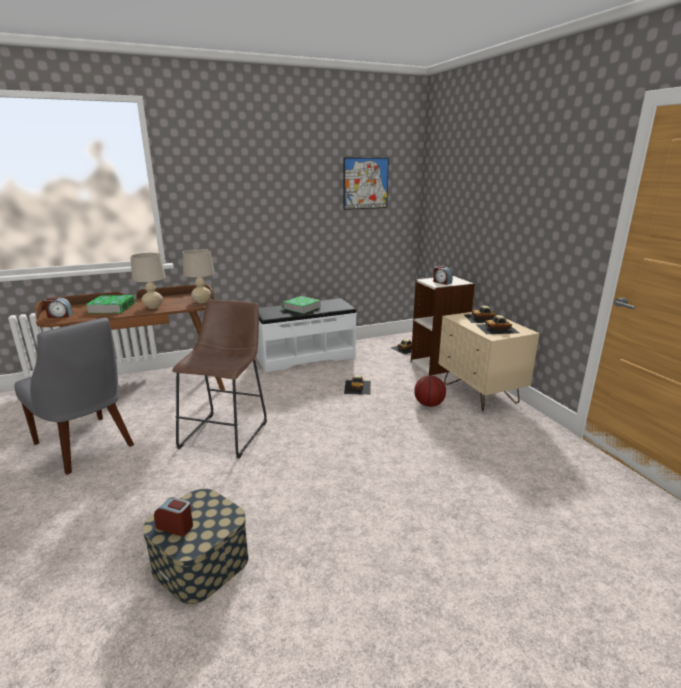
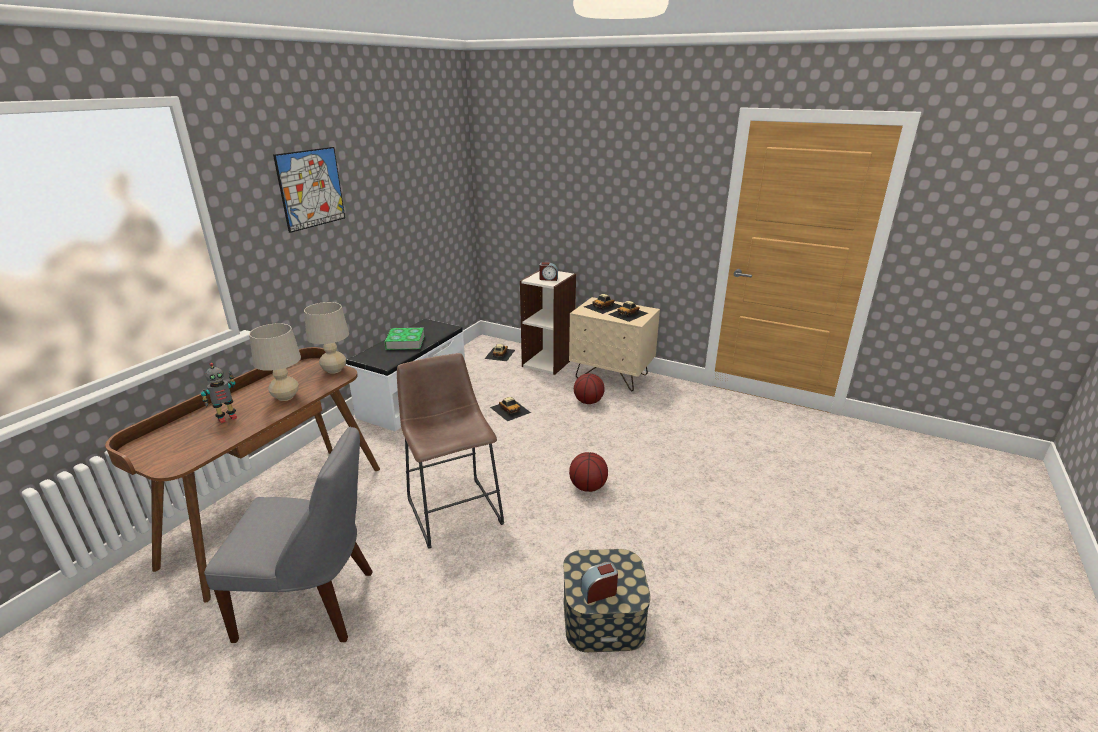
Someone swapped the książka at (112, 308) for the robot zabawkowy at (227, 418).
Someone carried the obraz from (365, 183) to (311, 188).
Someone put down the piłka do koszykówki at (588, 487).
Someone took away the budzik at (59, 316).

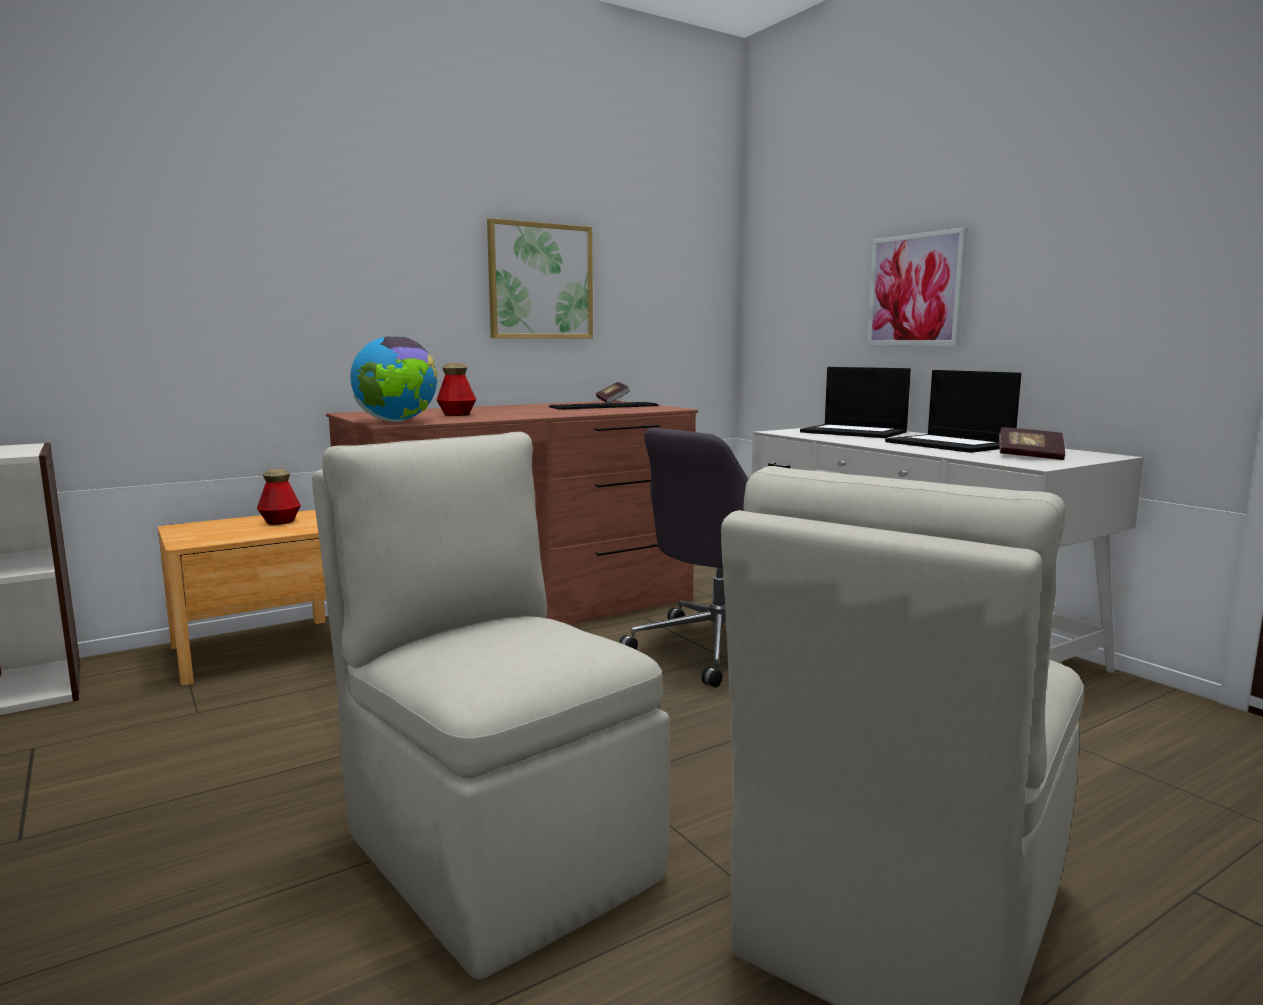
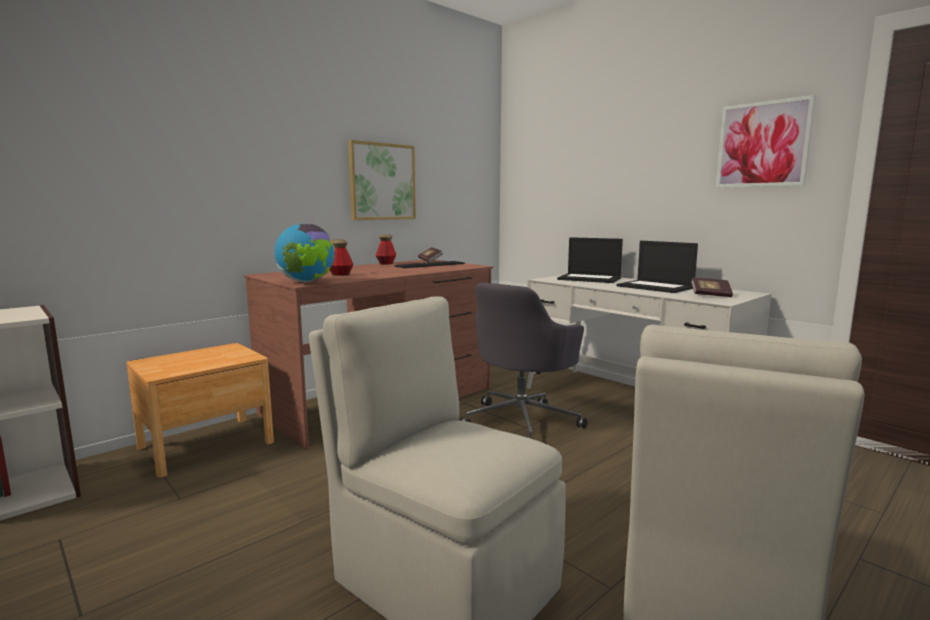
Someone carried the butelka from (280, 522) to (386, 263).
Someone carried the obraz from (915, 290) to (763, 145).

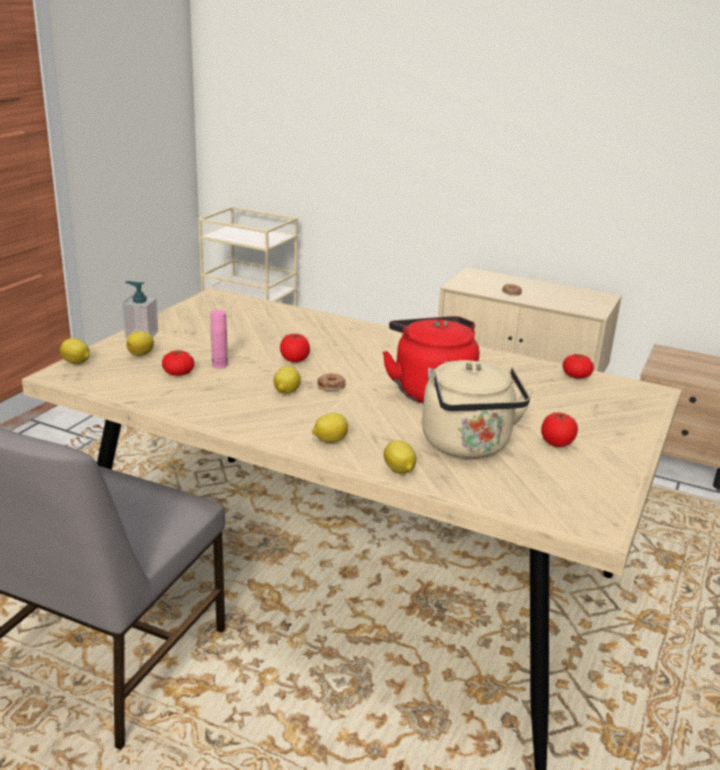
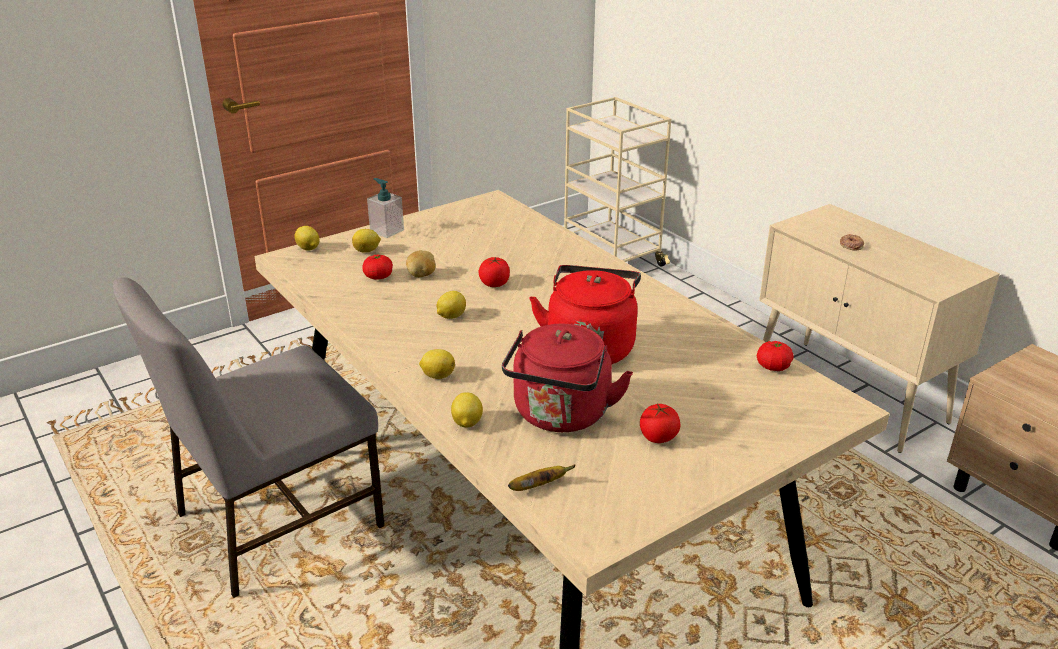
Someone swapped the butelka/różowy at (219, 365) for the ziemniak at (422, 275).
Someone repainted the czajnik/beżowy at (468, 446), which became the czajnik/czerwony at (561, 416).
Someone put down the banan at (538, 486).
Someone took away the donut at (331, 385).

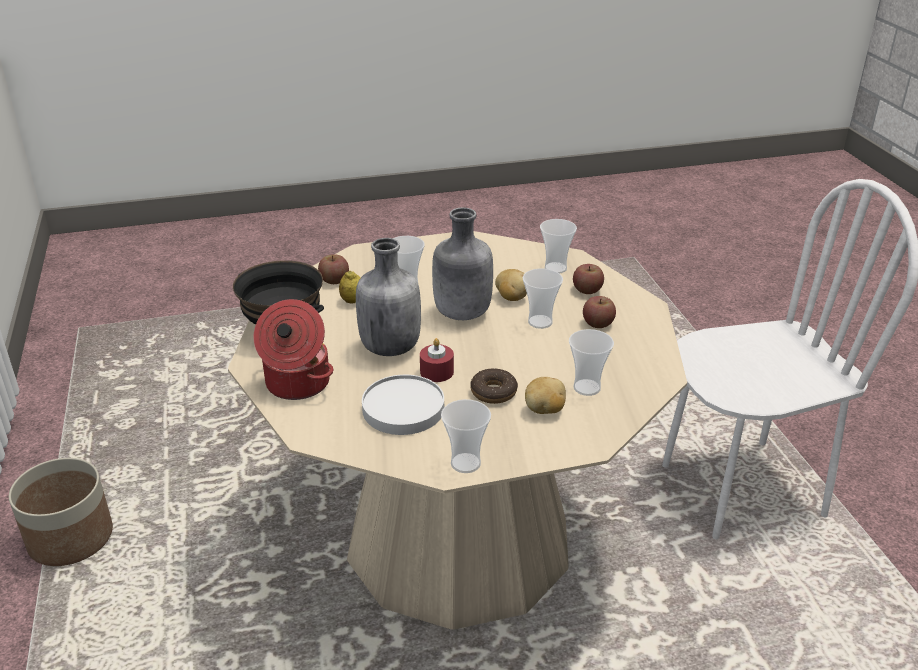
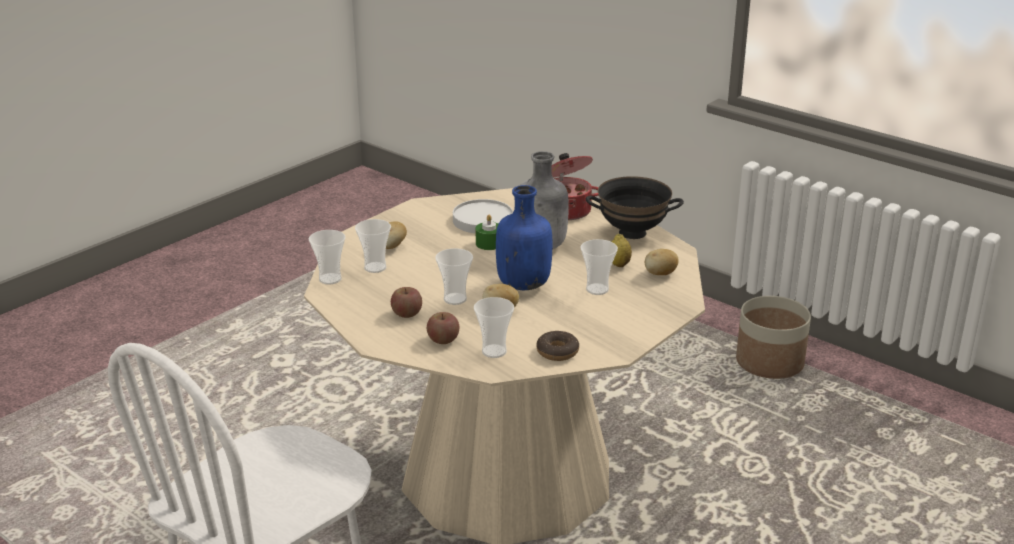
Someone carried the filiżanka from (465, 463) to (330, 279).
Someone repainted the świeca/czerwony at (436, 372), which became the świeca/zielony at (489, 244).
Someone repainted the butelka/szary at (461, 314), which became the butelka/niebieski at (523, 284).
Someone carried the donut from (493, 392) to (557, 352).
Someone swapped the jabłko at (334, 280) for the ziemniak at (660, 274).

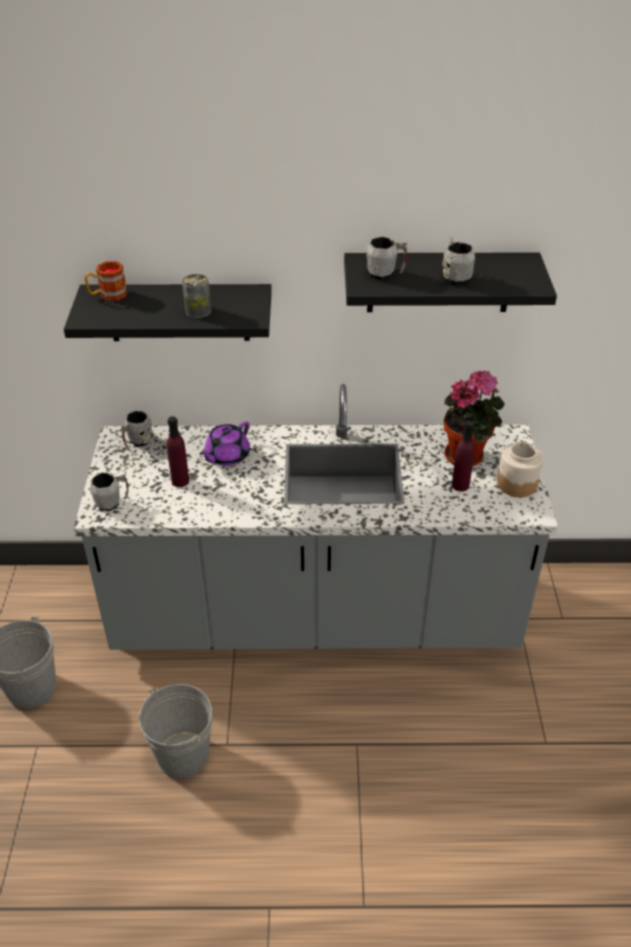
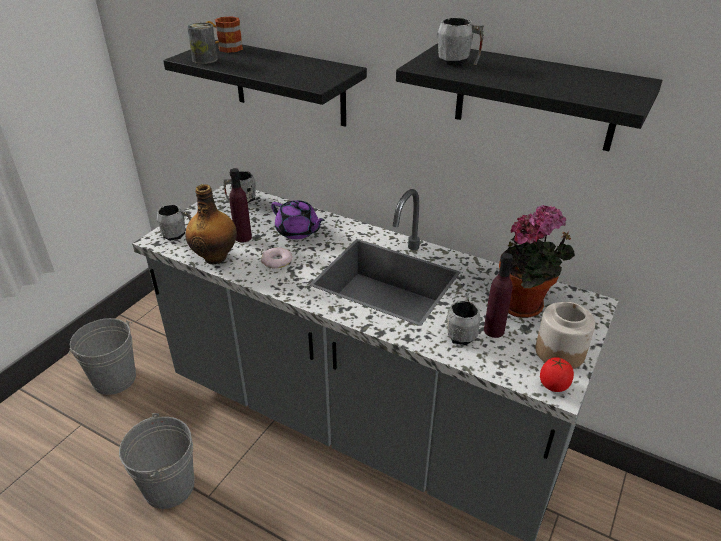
Someone put down the butelka at (216, 257).
Someone carried the puszka from (198, 311) to (205, 59).
Someone put down the donut at (277, 261).
Someone rotated the imbryk/fioletowy at (226, 456) by 120 degrees counterclockwise.
Someone carried the kubek/szary from (455, 276) to (462, 333).
Someone put down the pomidor at (553, 386).

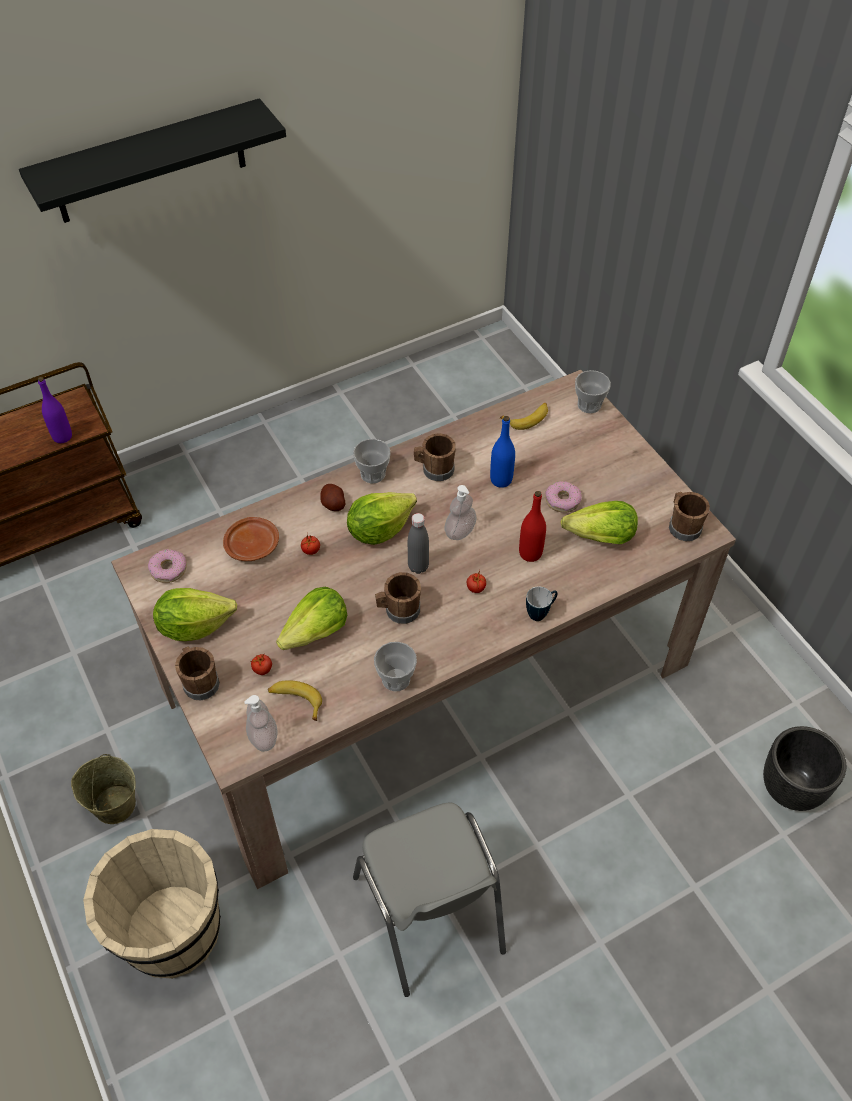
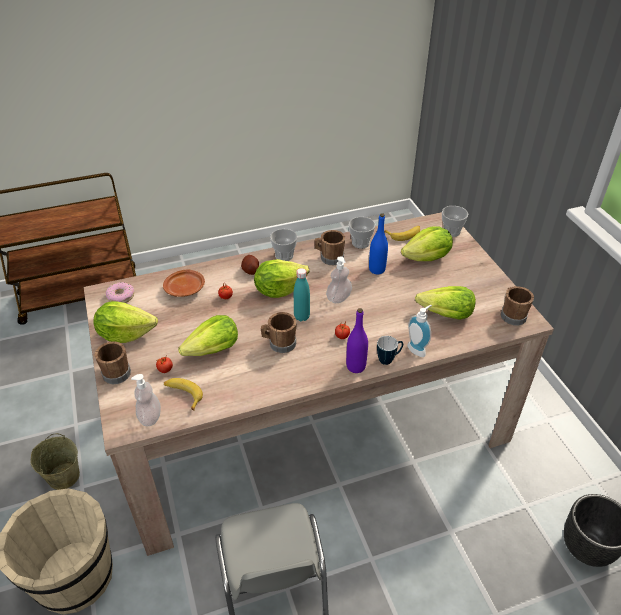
Someone repainted the butelka/szary at (418, 566), which became the butelka/turkusowy at (302, 317).
Someone carried the butelka/fioletowy from (62, 436) to (356, 366).
Someone carried the filiżanka from (396, 679) to (360, 243).
Someone put down the sałata at (427, 258).
Someone put down the dozownik mydła at (418, 349).
Someone took away the półka/czarny at (149, 163).
Someone took away the butelka/czerwony at (530, 553).
Someone took away the donut at (562, 500).

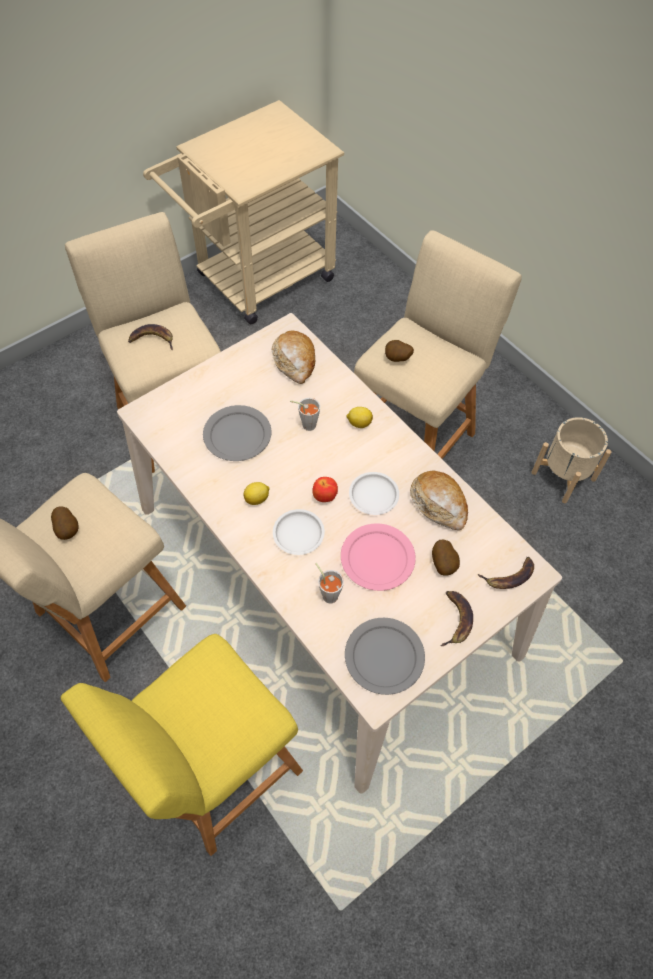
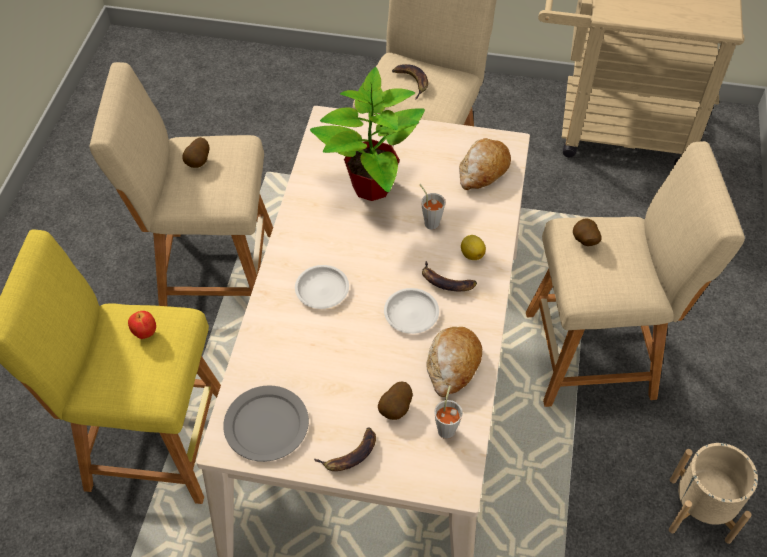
Someone carried the jabłko from (324, 497) to (144, 333).
Someone swapped the talerz/szary at (237, 435) for the roślina doniczkowa at (371, 187).
Someone carried the banan from (509, 577) to (446, 282).
Someone carried the filiżanka/szary from (328, 593) to (447, 427).
Someone took away the cytryna at (257, 499).
Someone took away the talerz/różowy at (378, 559).

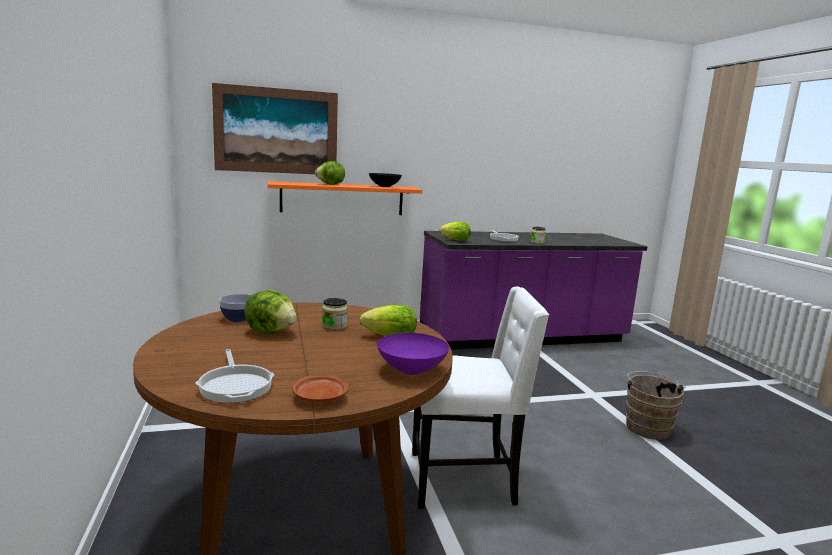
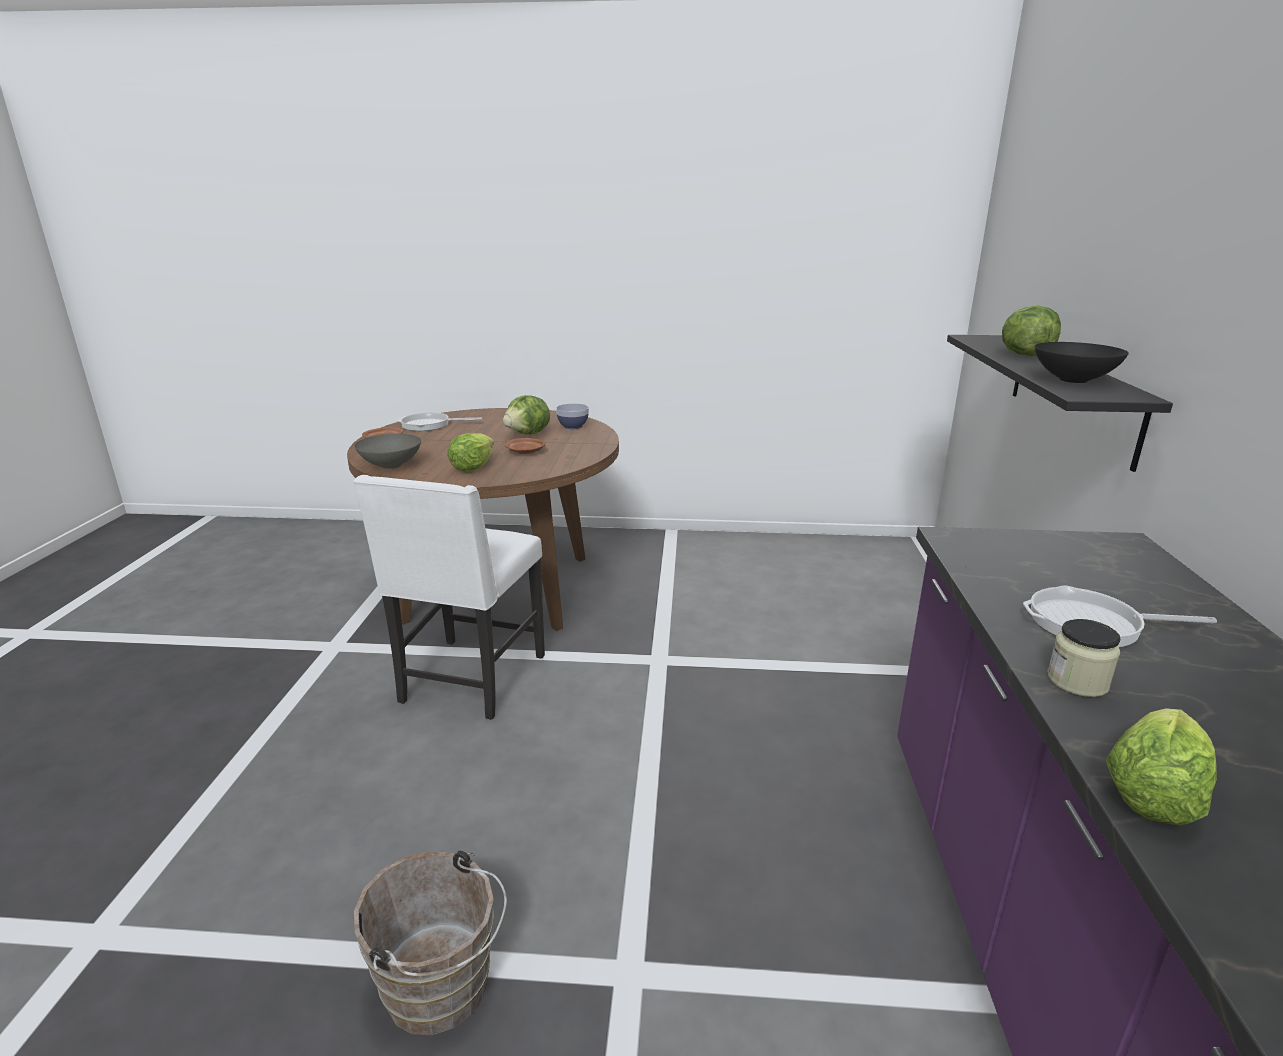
Someone repainted the miska/fioletowy at (412, 370), which became the miska/szary at (391, 466).
Someone swapped the słoik at (334, 326) for the talerz/brązowy at (526, 452).
Someone repainted the półka/pomarańczowy at (342, 199), which became the półka/czarny at (1072, 395).
Someone carried the sałata from (456, 240) to (1151, 794).
Someone took away the obraz at (276, 131).

